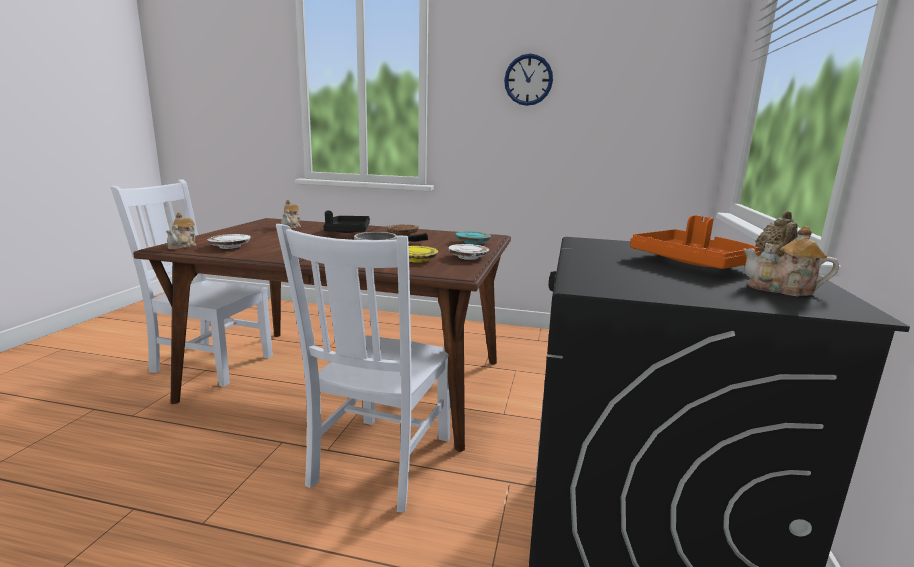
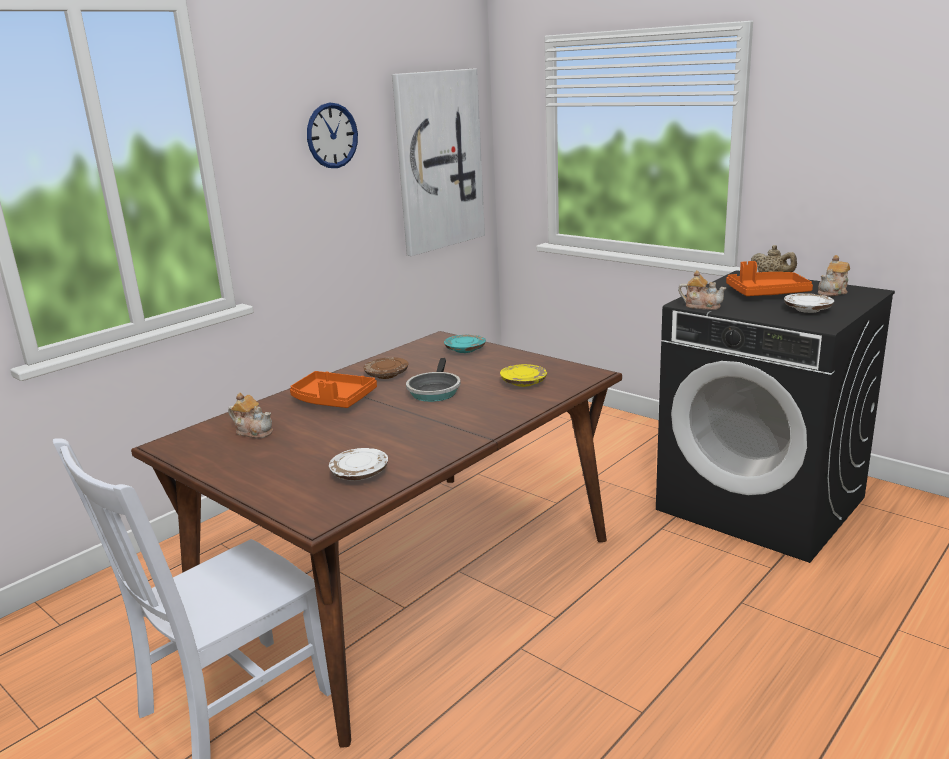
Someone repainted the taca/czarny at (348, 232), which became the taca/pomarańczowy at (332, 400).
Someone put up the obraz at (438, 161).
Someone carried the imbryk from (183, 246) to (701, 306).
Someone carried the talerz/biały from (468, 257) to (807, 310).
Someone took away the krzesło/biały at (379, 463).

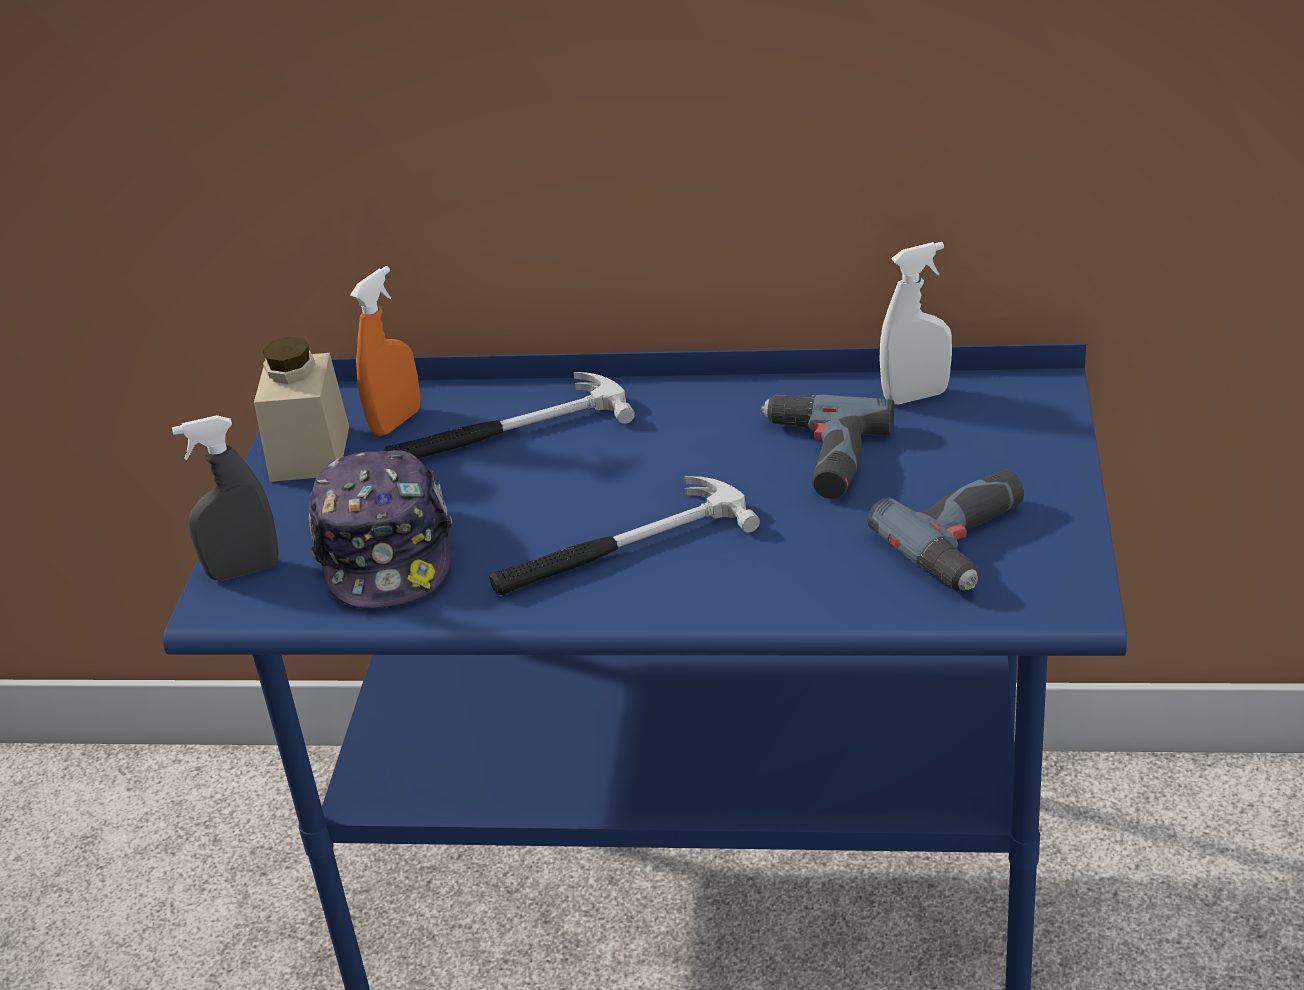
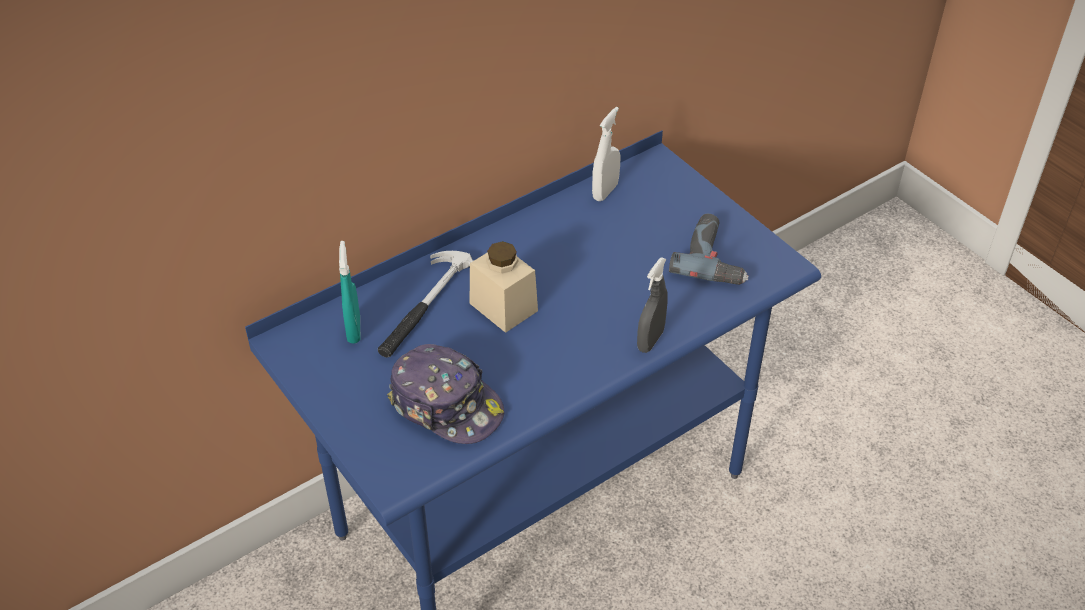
Someone repainted the spryskiwacz/pomarańczowy at (396, 422), which became the spryskiwacz/turkusowy at (354, 330).
Someone carried the słoik/beżowy from (310, 453) to (503, 307).
Someone carried the spryskiwacz/szary from (244, 570) to (650, 340).
Someone took away the młotek at (620, 548).
Someone took away the wiertarka at (817, 457).

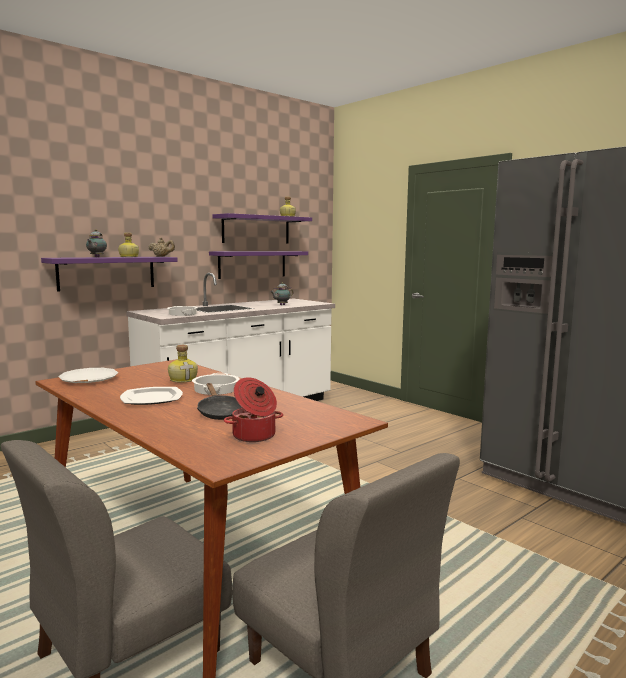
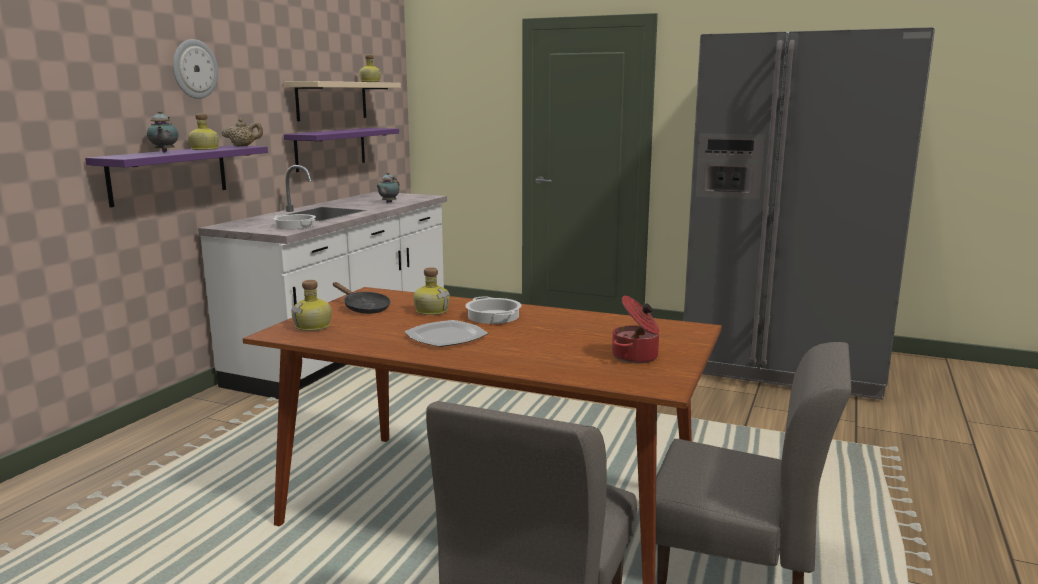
Someone put up the zegar ścienny at (194, 69).
Someone repainted the półka/fioletowy at (256, 229), which became the półka/beżowy at (332, 100).
Someone swapped the talerz/biały at (89, 379) for the butelka at (314, 326).
Someone carried the patelnia/czarny from (219, 412) to (363, 308).

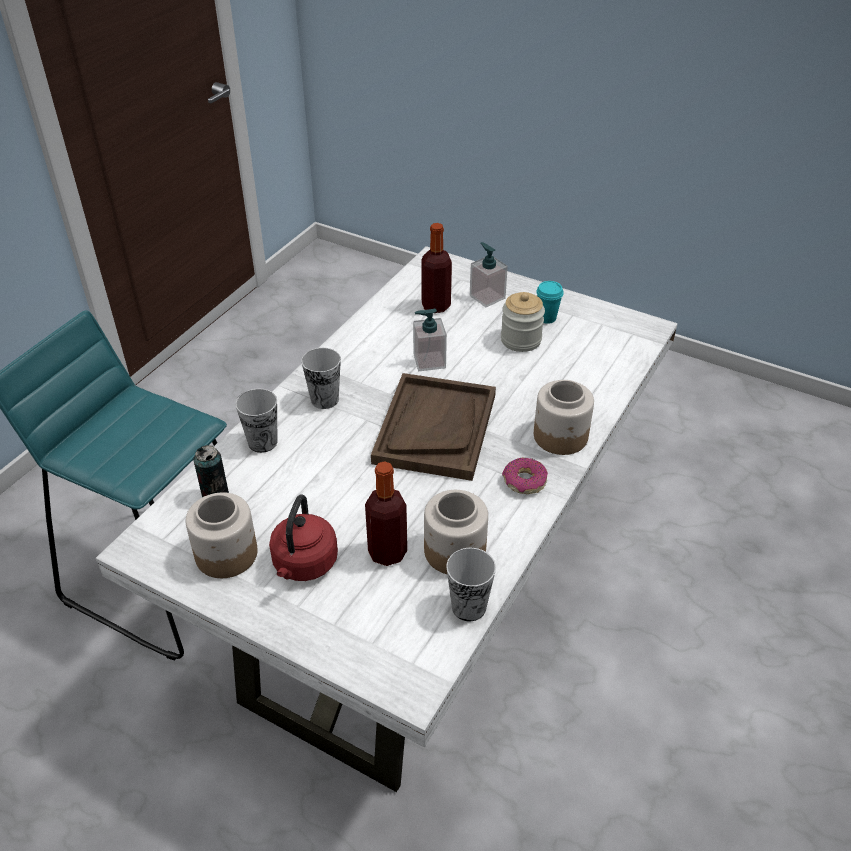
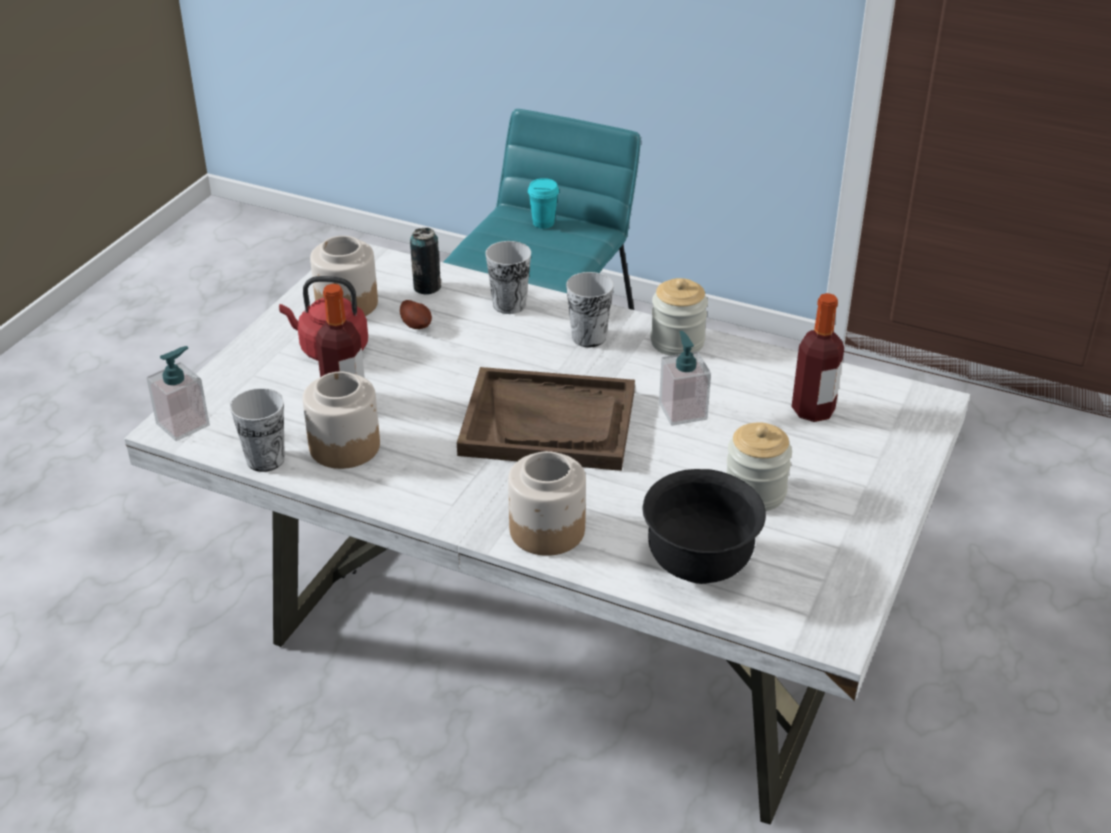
Someone carried the dozownik mydła from (487, 297) to (183, 424).
Someone put down the ziemniak at (416, 325).
Someone carried the filiżanka/turkusowy from (547, 318) to (543, 223).
Someone put down the miska/czarny at (699, 565).
Someone put down the słoik at (677, 342).
Someone took away the donut at (524, 481).

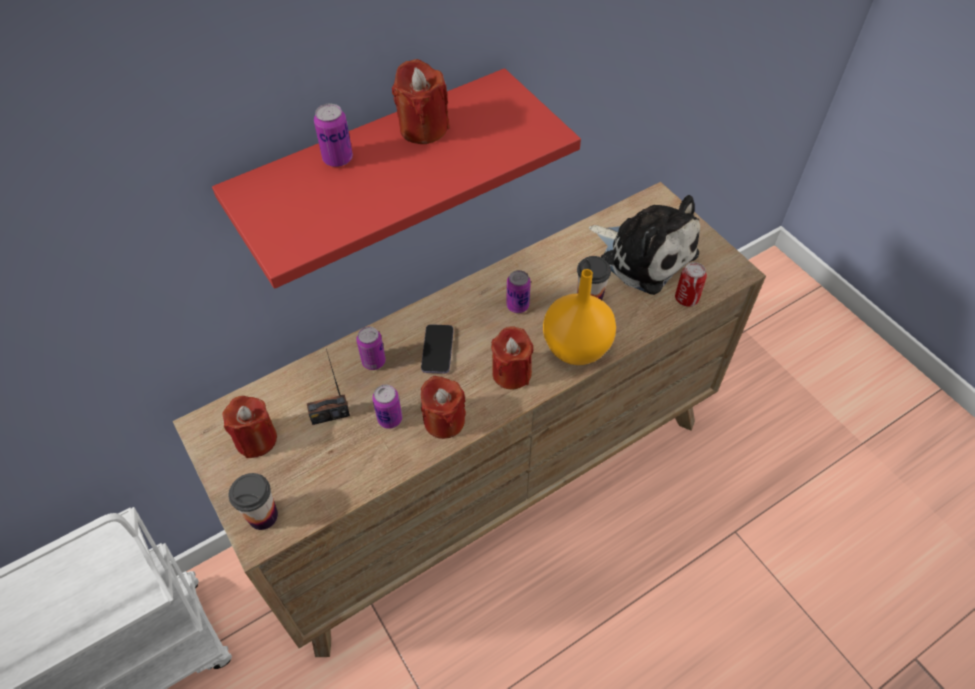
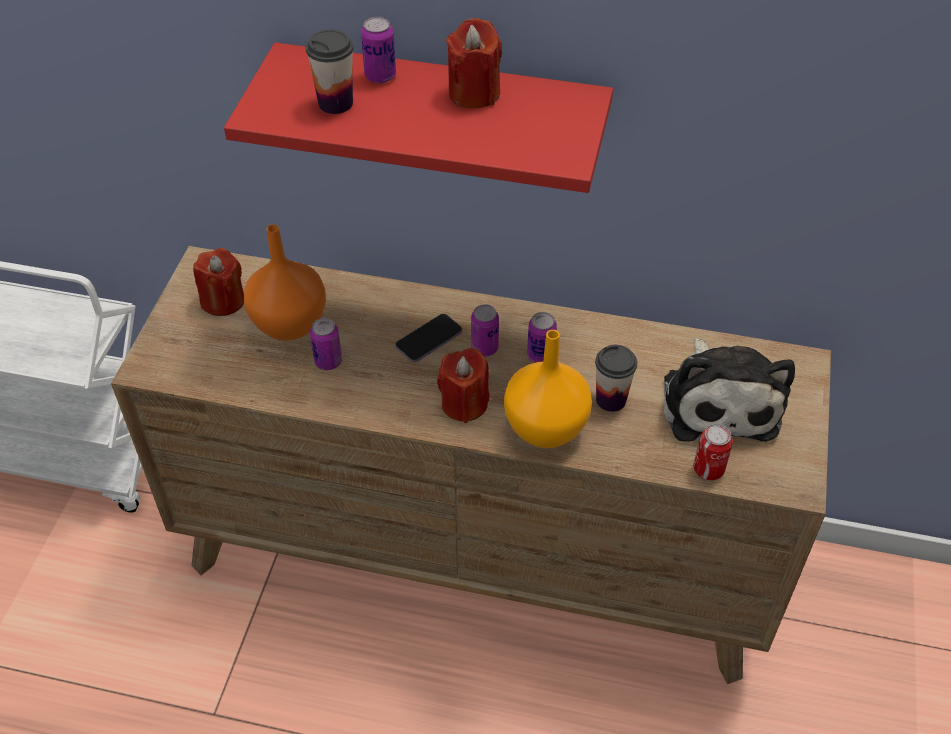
Someone swapped the radio at (330, 414) for the wazon/pomarańczowy at (291, 324).
Someone carried the filiżanka from (263, 516) to (335, 103).
Someone carried the puszka from (373, 361) to (484, 348).
Someone took away the świeca/czerwony at (444, 421).

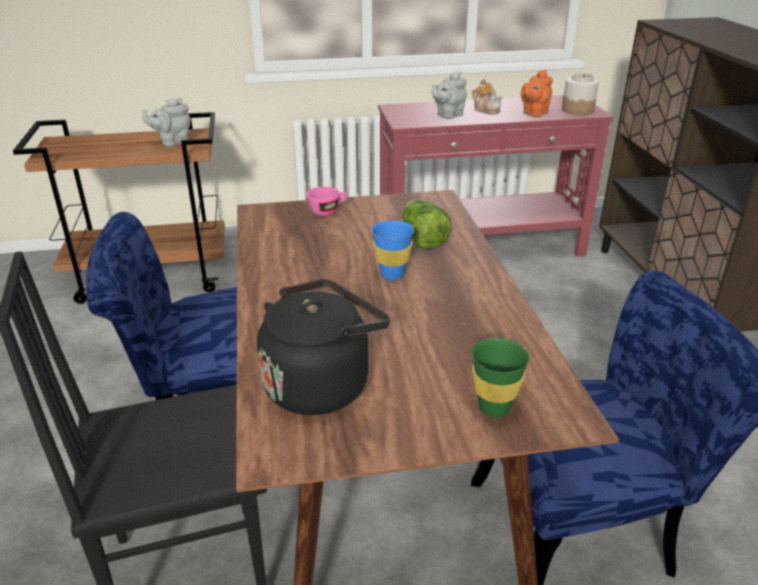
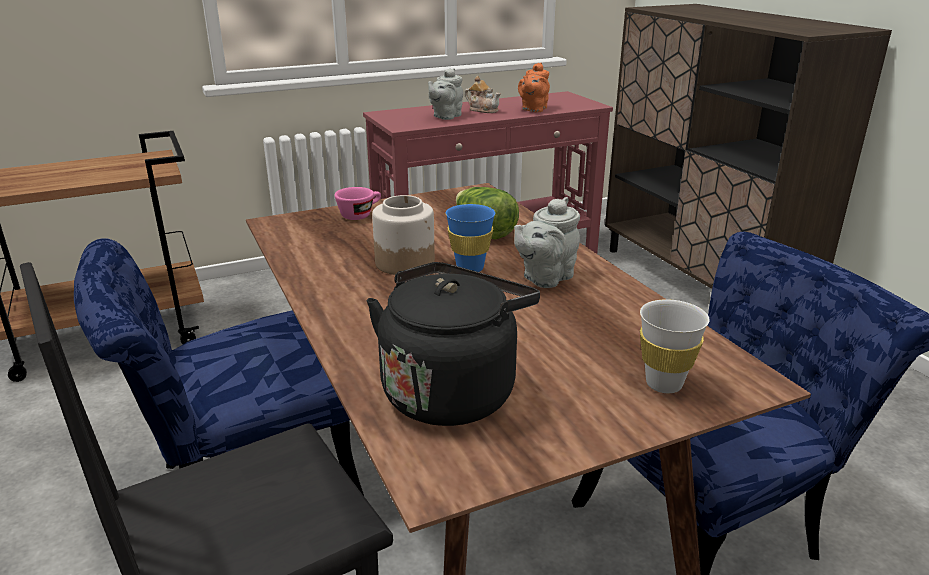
Someone carried the słoik from (577, 110) to (405, 262).
Someone carried the imbryk/szary from (173, 142) to (545, 278).
Someone repainted the filiżanka/zielony at (494, 408), which became the filiżanka/biały at (664, 384).

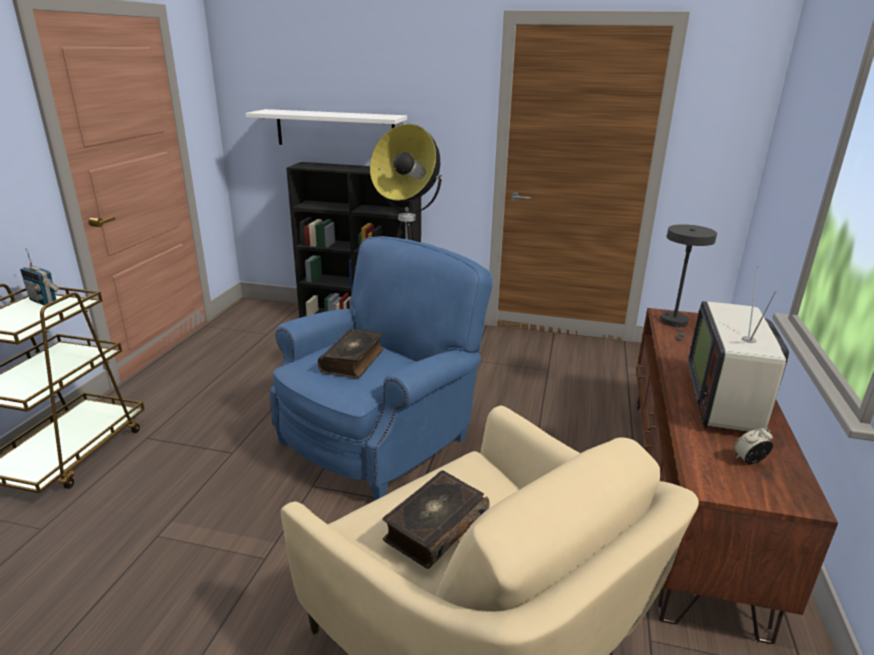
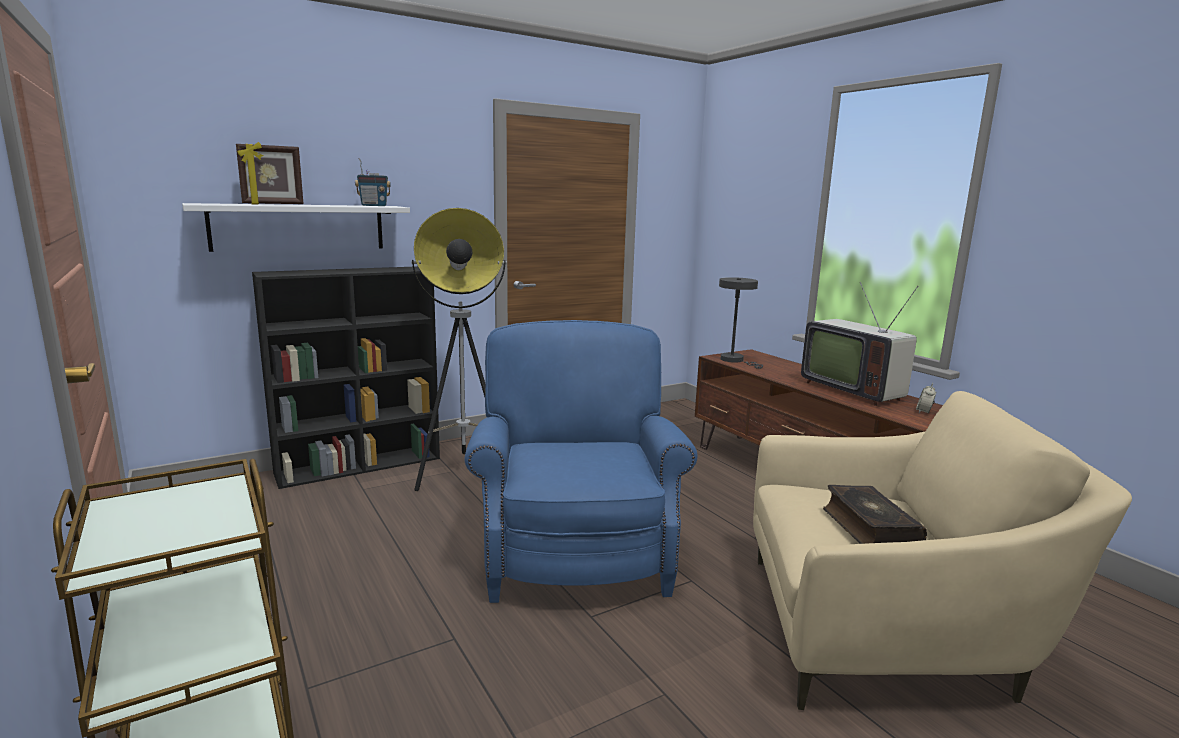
Someone put down the ramka na zdjęcie at (273, 204).
Someone carried the radio from (44, 301) to (374, 205).
Someone took away the książka at (353, 361).

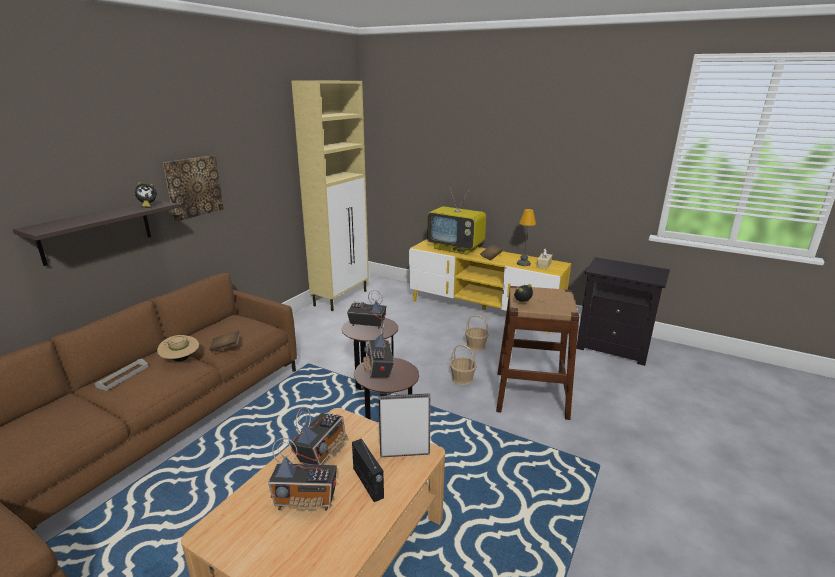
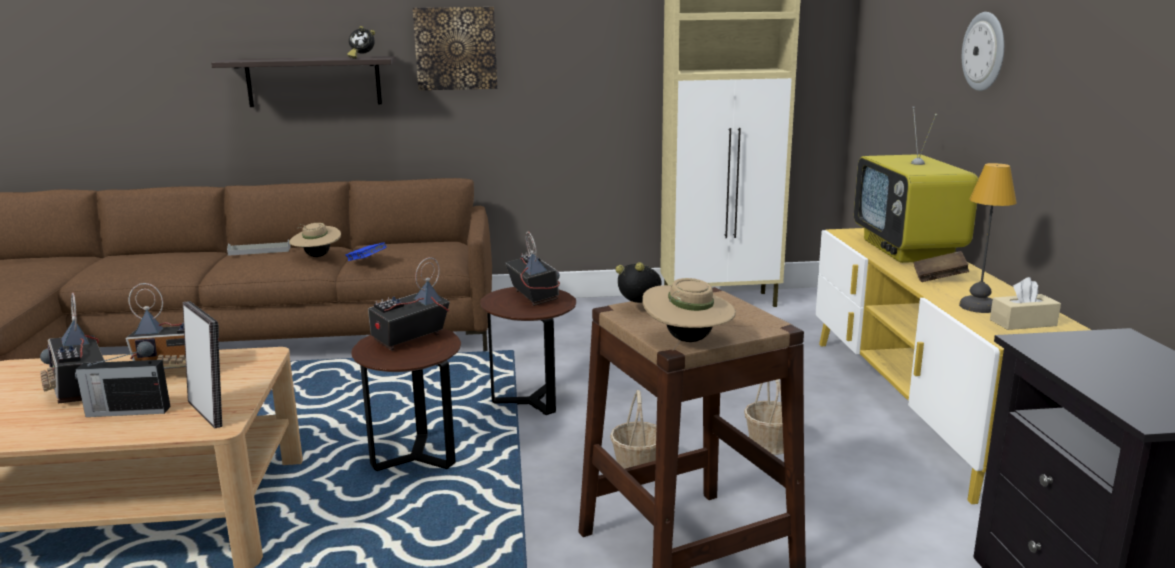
Someone rotated the radio at (368, 483) by 60 degrees clockwise.
Someone repainted the książka/brązowy at (225, 348), which became the książka/niebieski at (366, 262).
Someone put down the kapelusz/beżowy at (688, 340).
Someone put up the zegar ścienny at (985, 51).

